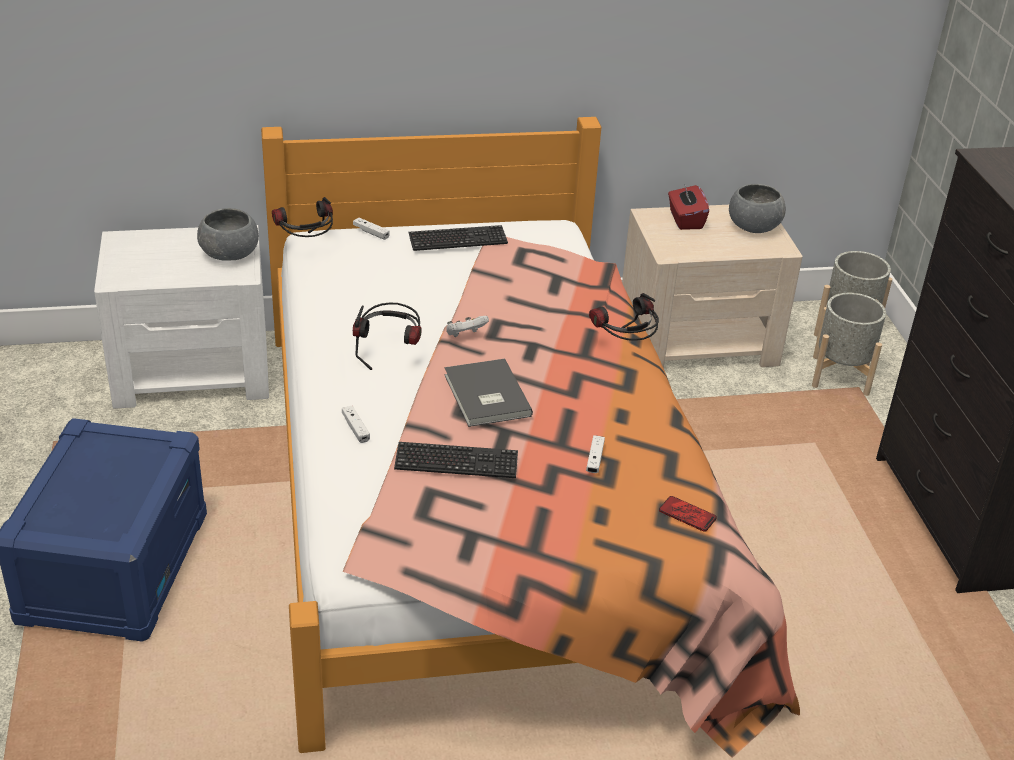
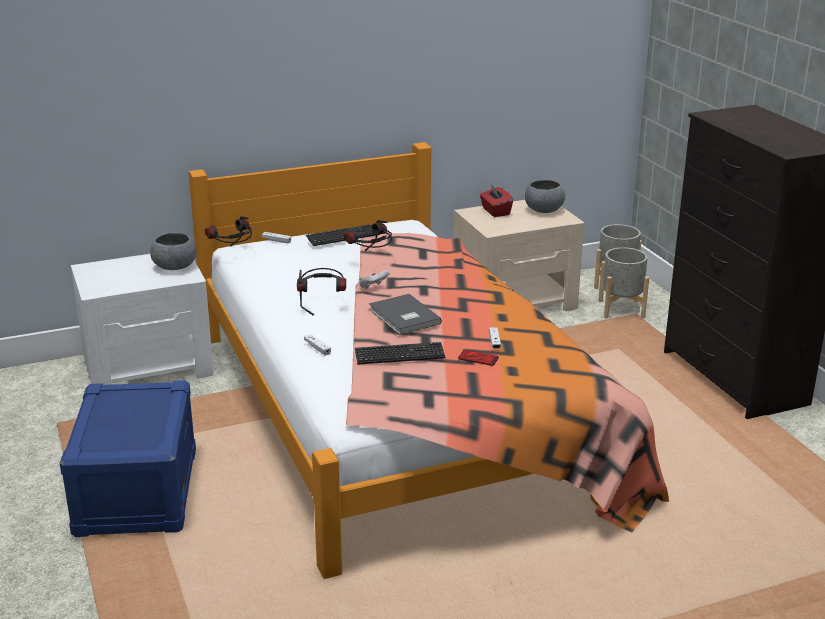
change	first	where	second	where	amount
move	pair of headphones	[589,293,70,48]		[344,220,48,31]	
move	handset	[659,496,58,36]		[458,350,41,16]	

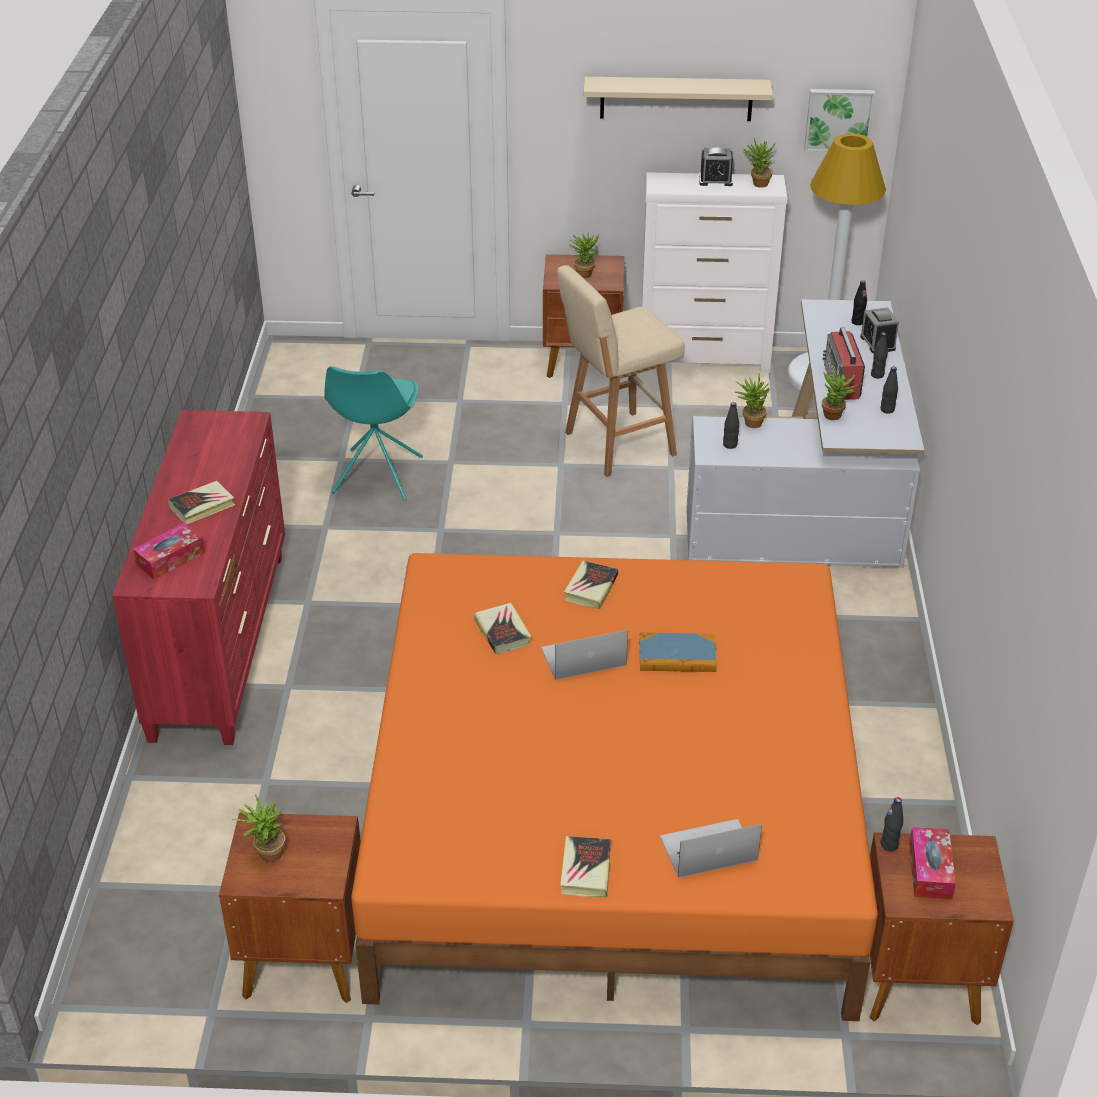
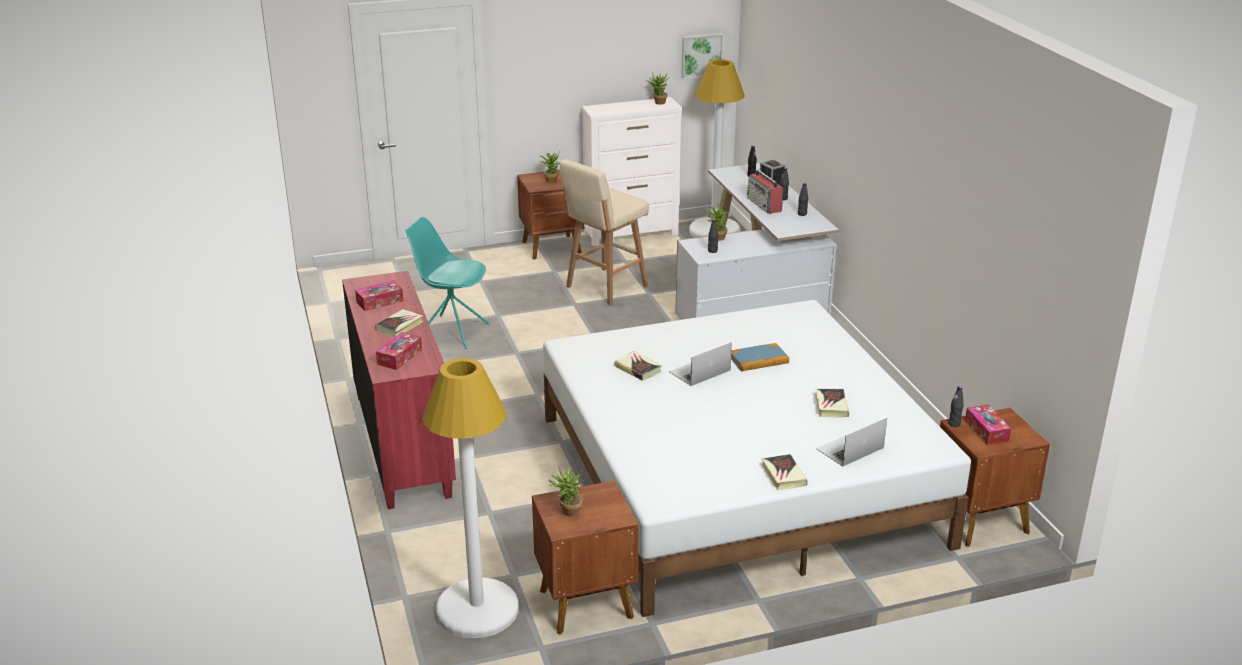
change	first	where	second	where	amount
delete	sand-coloured shelf	[584,77,189,44]			
delete	alarm clock	[699,148,34,38]			
rotate	turquoise upright chair	[324,366,99,135]		[405,217,85,132]	120 degrees clockwise
delete	potted plant	[822,366,38,54]			
recolor	orange sleeping bed	[351,553,527,468]	whitish sleeping bed	[543,300,428,317]	
move	bound book	[564,561,54,48]		[815,389,34,28]	
insert			tissue box	[355,280,48,31]	
insert			whitish standard lamp	[422,358,97,280]	

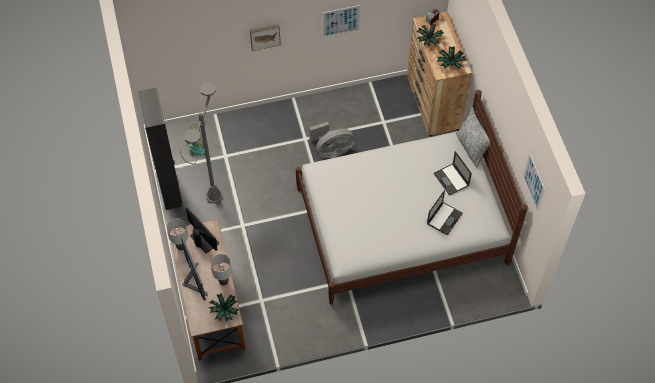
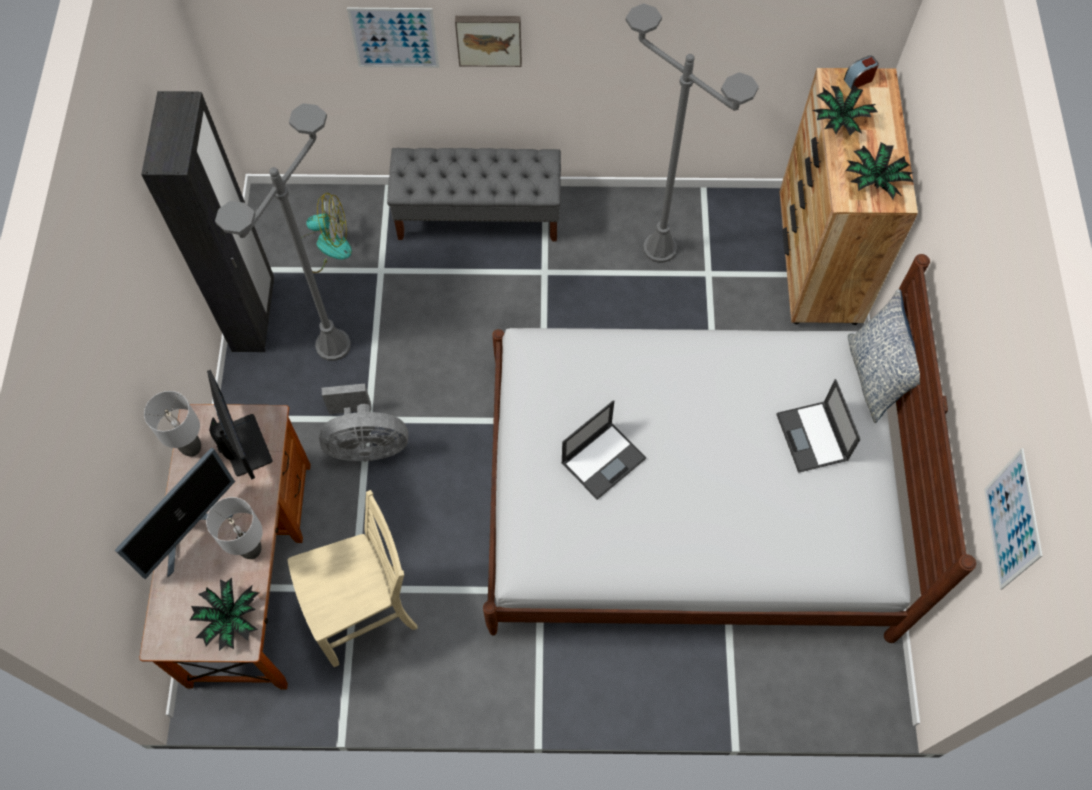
change	first	where	second	where	amount
move	wall art	[323,5,37,32]		[347,8,92,60]	
move	greyish electric fan	[309,122,46,36]		[319,383,89,79]	
move	notebook computer	[427,190,36,46]		[561,400,85,100]	
rotate	monitor	[181,235,27,66]		[115,447,120,132]	45 degrees clockwise
insert			greyish standard lamp	[626,3,133,260]	
insert			greyish long seat	[387,148,174,93]	
insert			sand-coloured upright chair	[288,490,130,177]	

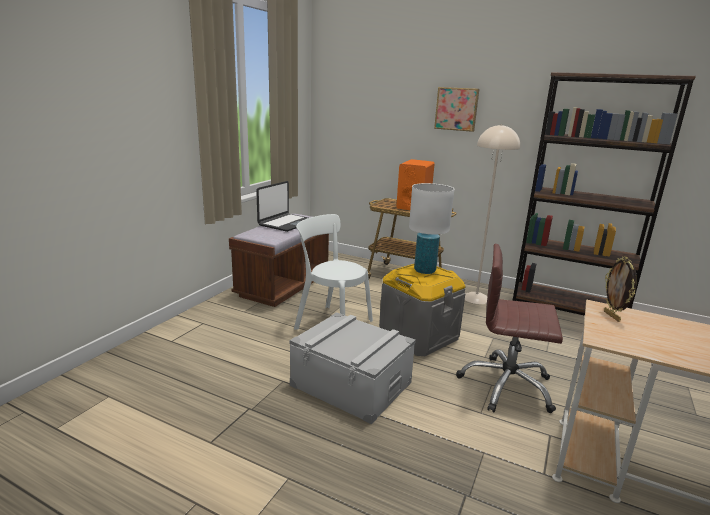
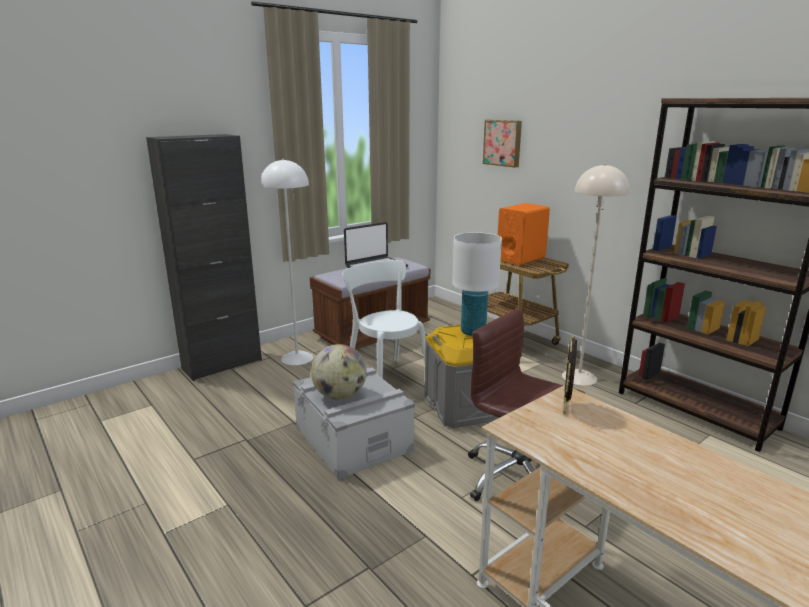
change	first	where	second	where	amount
move	wall art	[434,87,45,45]		[483,120,39,47]	
insert			black cupboard	[146,134,116,247]	
insert			whitish standard lamp	[260,159,53,206]	
insert			world globe	[311,344,56,56]	

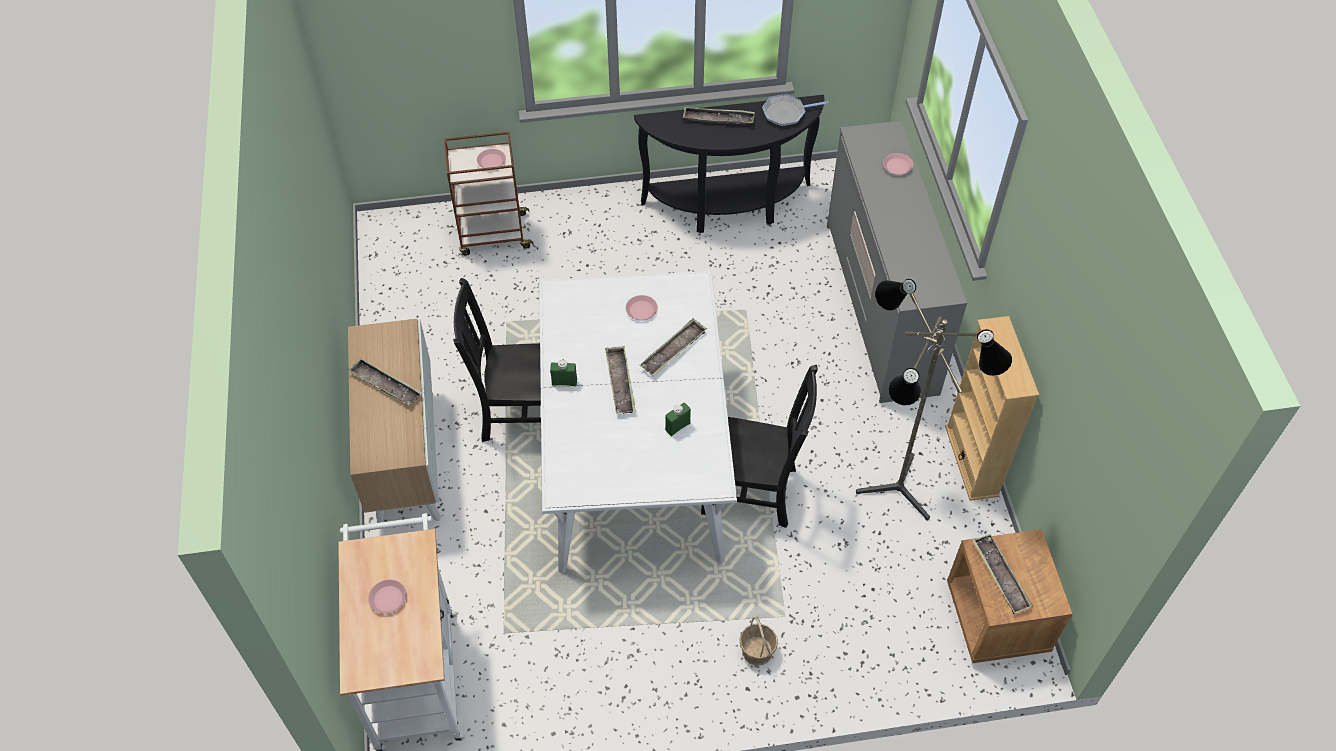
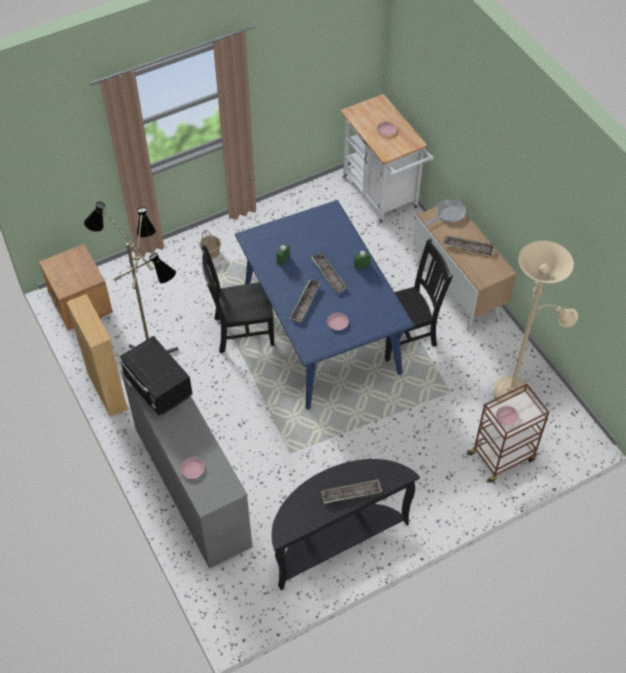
change	first	where	second	where	amount
move	frying pan	[762,94,66,32]		[425,199,41,26]	
recolor	whitish kitchen table	[539,271,198,303]	blue kitchen table	[235,200,180,210]	
delete	serving tray	[972,534,61,80]			
insert			sand-coloured standard lamp	[493,241,85,162]	
insert			black kitchen microwave	[118,336,74,79]	

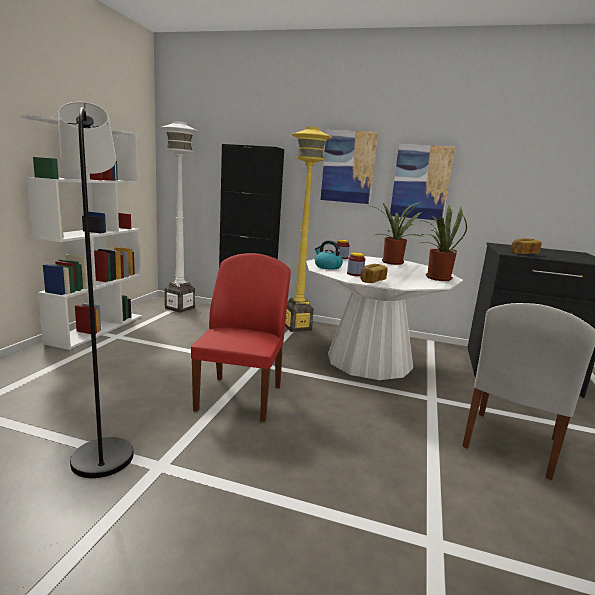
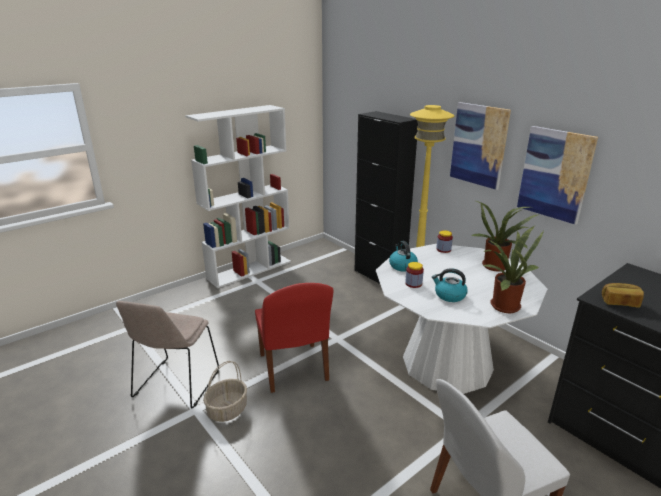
change	first	where	second	where	amount
replace	black standard lamp	[58,102,76,376]	sand-coloured upright chair	[116,301,103,108]	
delete	whitish standard lamp	[160,121,39,192]			
rotate	red upright chair	[191,253,100,169]		[255,283,79,110]	120 degrees clockwise
delete	baked bread	[360,264,28,19]			
insert			water kettle	[432,268,36,34]	
insert			household basket	[203,361,44,61]	

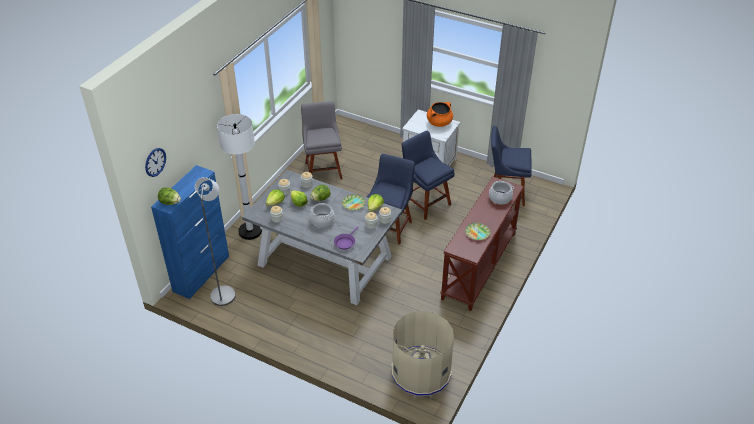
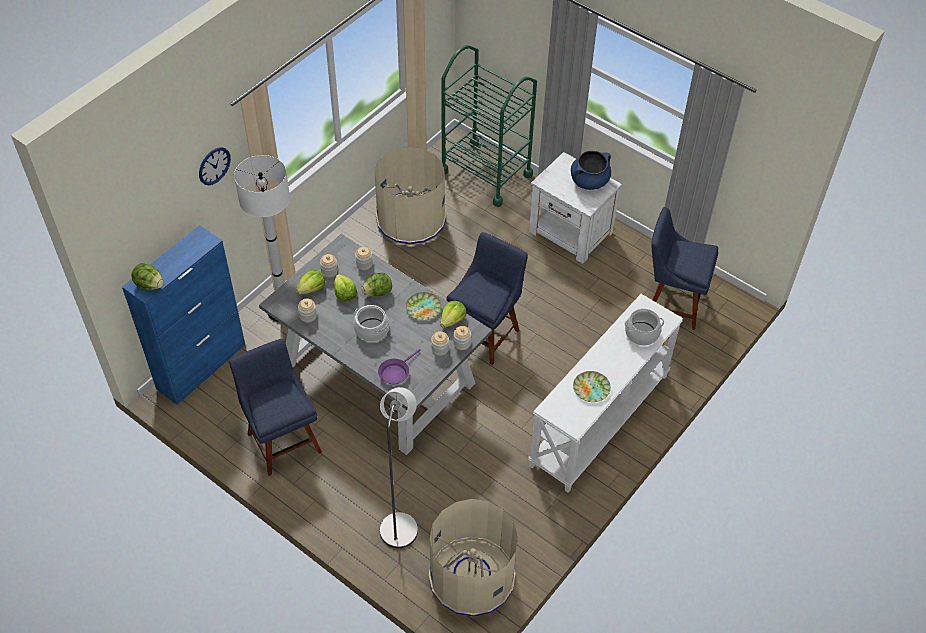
change	first	where	second	where	amount
replace	greyish upright chair	[301,101,41,78]	sand-coloured rubbish bin	[374,147,72,98]	
recolor	orange cooking pot	[427,102,26,25]	blue cooking pot	[571,151,40,39]	
move	blue upright chair	[402,131,53,89]		[229,339,93,137]	
move	wall clock	[145,148,21,29]		[199,147,32,38]	
recolor	brown-coloured hall table	[440,176,84,135]	whitish hall table	[528,294,155,199]	
move	greyish standard lamp	[195,177,41,129]		[380,387,38,161]	
insert			greenish cart	[441,45,96,162]	

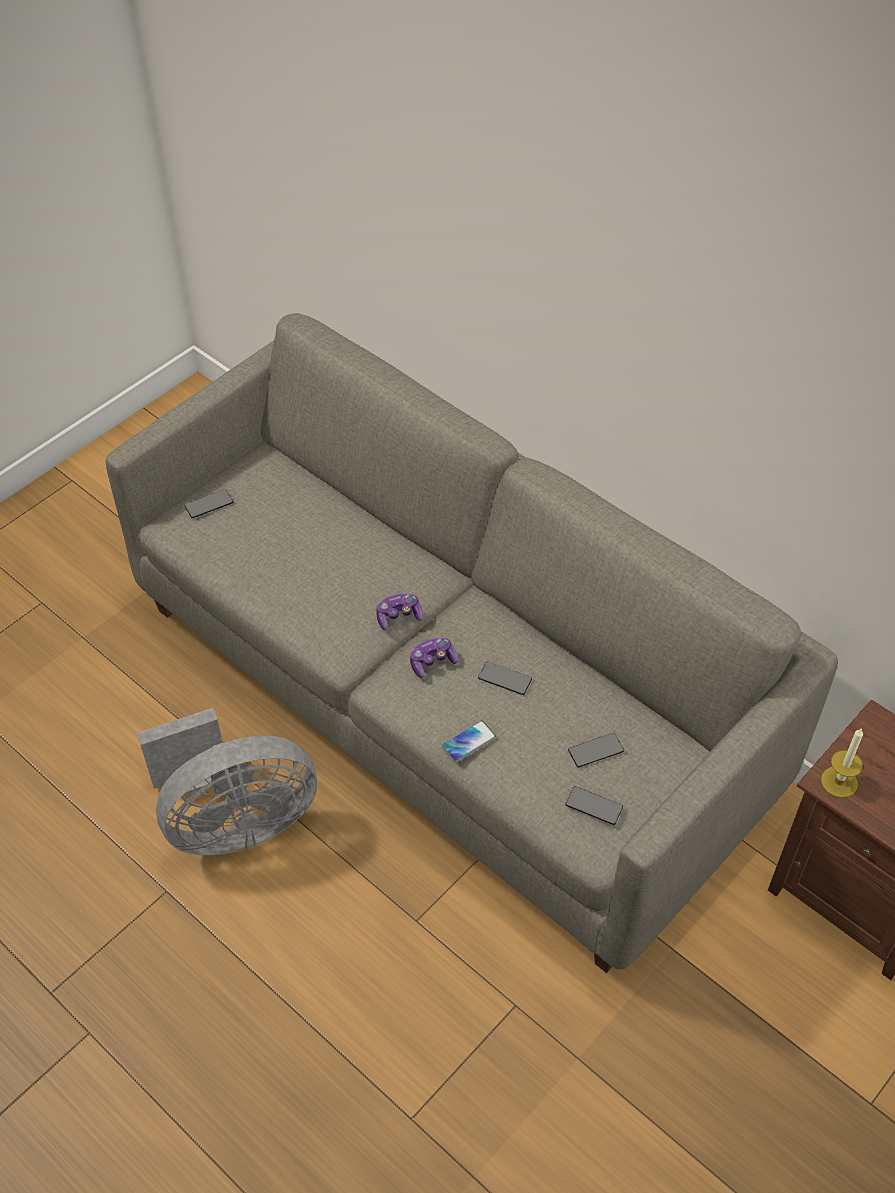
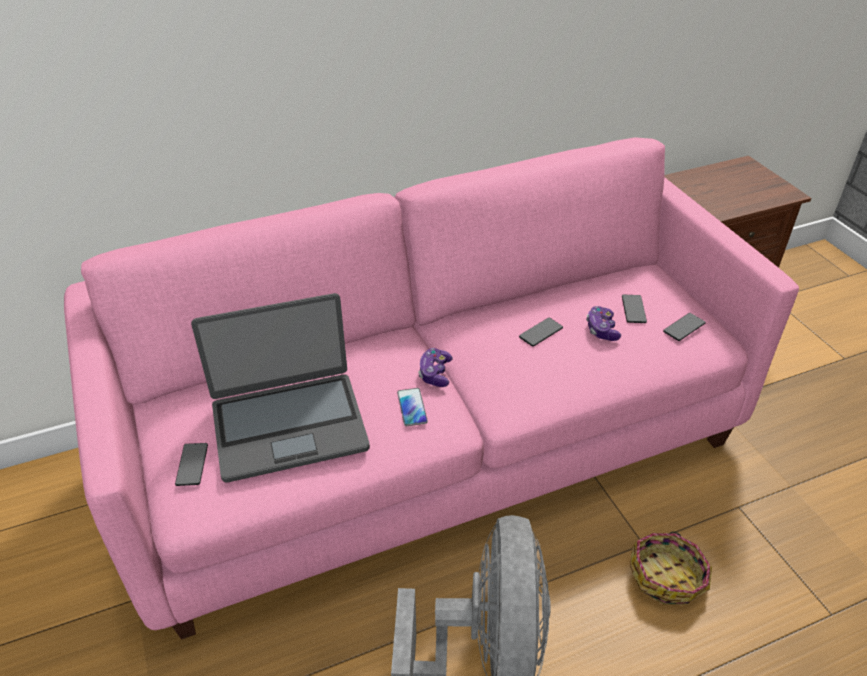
change	first	where	second	where	amount
recolor	greyish sofa	[105,313,733,660]	pinkish sofa	[64,137,735,503]	
move	game controller	[410,638,48,40]		[586,306,35,35]	
move	handset	[442,721,54,41]		[397,388,31,38]	
delete	wax light	[821,729,42,69]			
insert			notebook computer	[191,293,179,190]	
insert			household basket	[630,531,82,74]	

